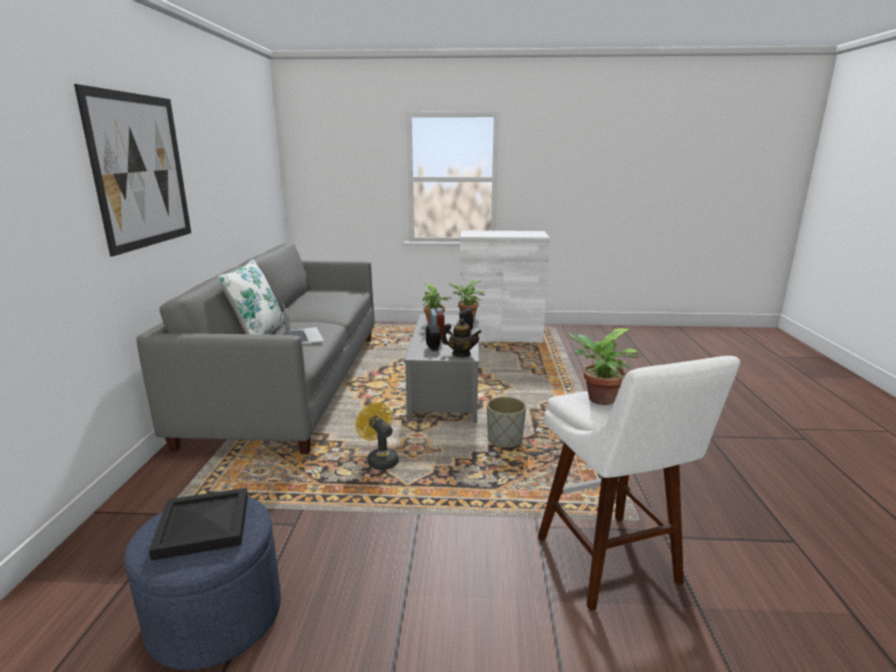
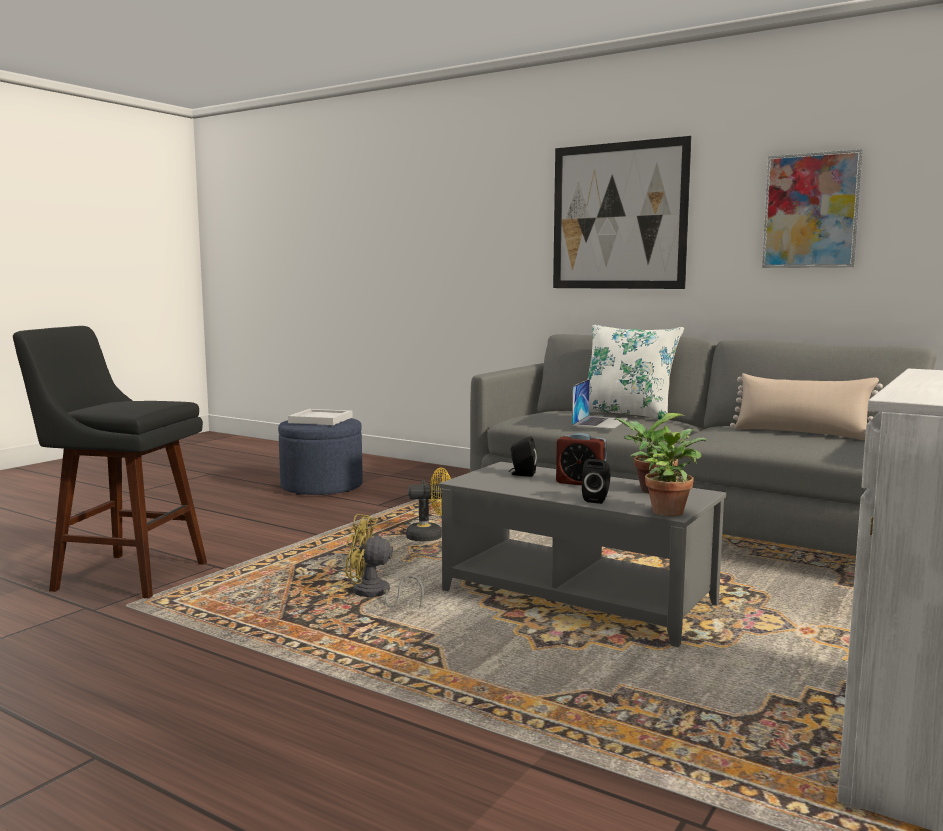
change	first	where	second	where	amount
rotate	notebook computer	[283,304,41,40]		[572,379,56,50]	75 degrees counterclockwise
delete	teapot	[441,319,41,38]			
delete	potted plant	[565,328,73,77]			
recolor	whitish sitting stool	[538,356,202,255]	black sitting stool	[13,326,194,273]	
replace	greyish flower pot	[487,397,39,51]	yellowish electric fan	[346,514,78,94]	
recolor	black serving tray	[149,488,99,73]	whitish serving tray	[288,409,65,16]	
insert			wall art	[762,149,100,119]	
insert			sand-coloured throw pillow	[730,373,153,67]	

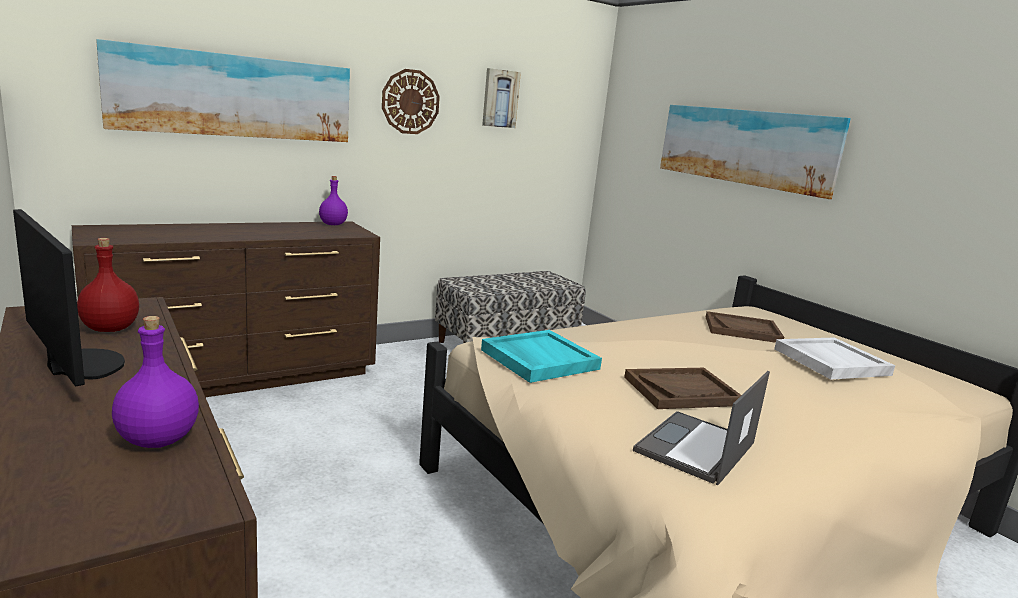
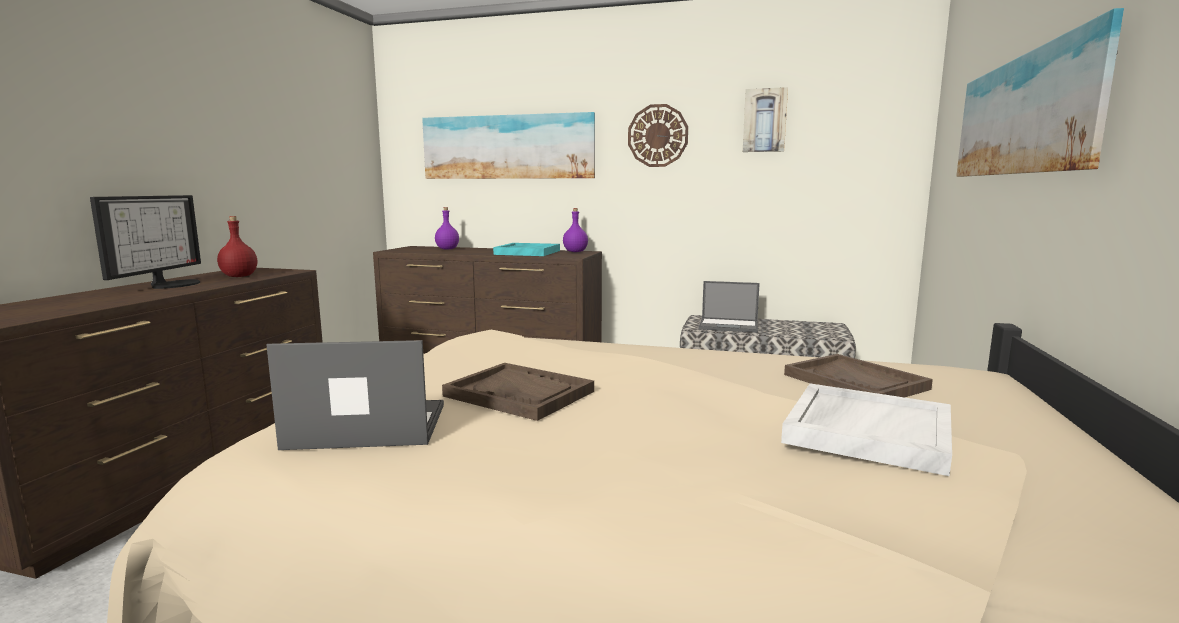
change	first	where	second	where	amount
move	purple-coloured drink bottle	[112,316,87,132]		[435,207,24,42]	
move	turquoise serving tray	[481,330,121,53]		[493,243,67,13]	
insert			notebook computer	[699,281,61,52]	

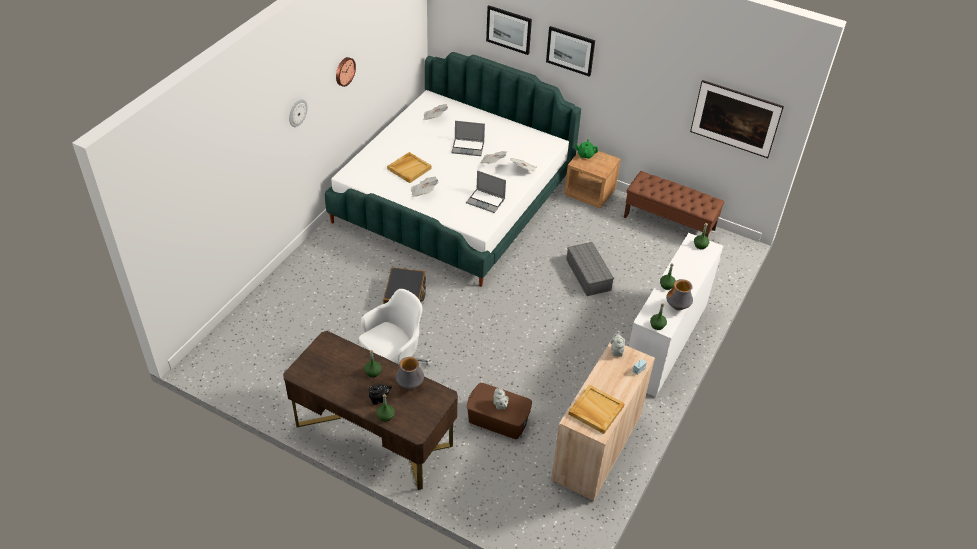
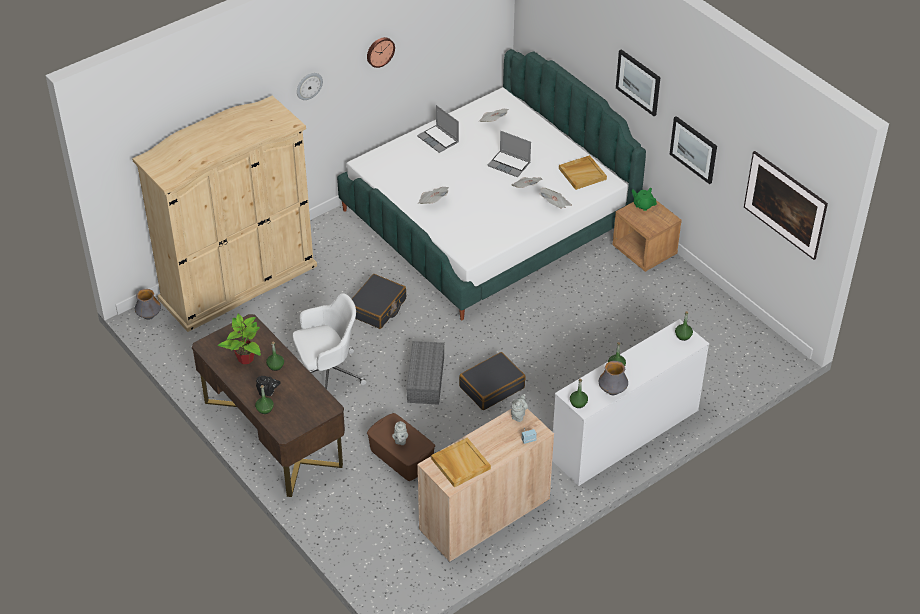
change	first	where	second	where	amount
move	wall art	[486,6,46,49]		[670,116,47,68]	
move	sand-coloured serving tray	[387,152,45,31]		[559,155,48,35]	
move	notebook computer	[466,170,40,43]		[417,105,42,48]	
delete	brown-coloured long seat	[624,171,101,67]			
move	greyish storage box	[566,242,48,54]		[406,341,38,64]	
move	vase	[396,357,28,32]		[135,289,26,31]	
insert			sand-coloured clothes cupboard	[132,96,185,236]	
insert			potted plant	[218,314,43,50]	
insert			black travel case	[459,352,67,58]	

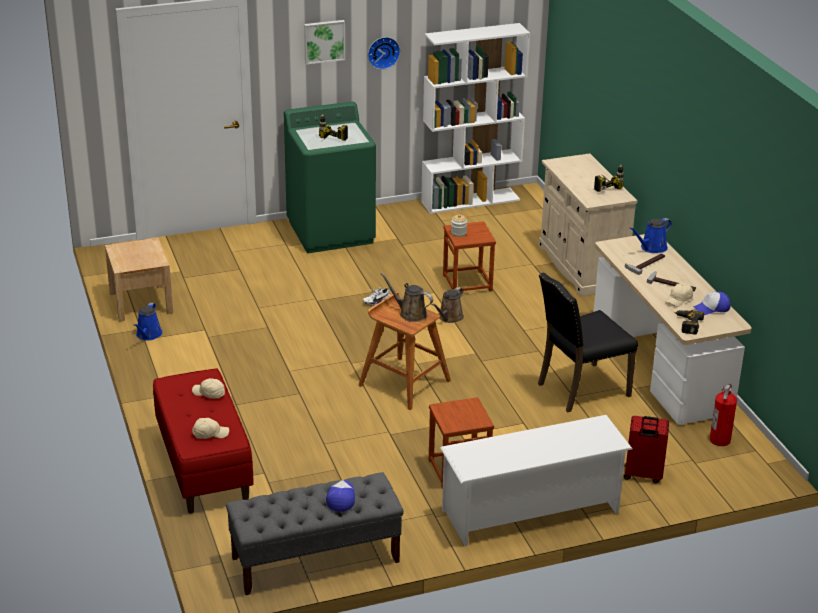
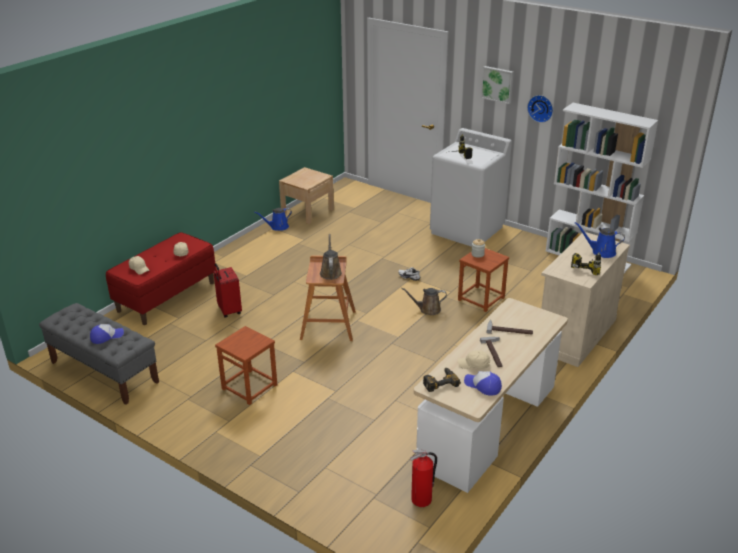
change	first	where	second	where	amount
recolor	greenish laundry machine	[284,102,92,151]	whitish laundry machine	[430,128,82,119]	
move	blue watering can	[629,218,43,35]		[575,222,50,36]	
delete	black upright chair	[538,272,100,141]			
delete	whitish shoe stand	[440,415,192,131]			
move	red travel case	[624,416,45,67]		[213,263,29,55]	

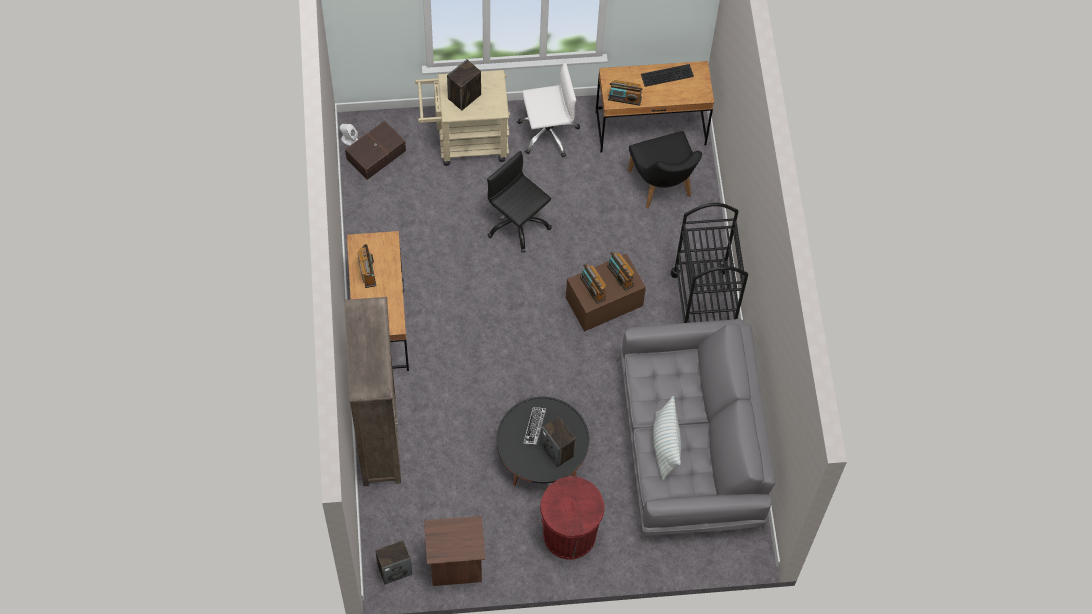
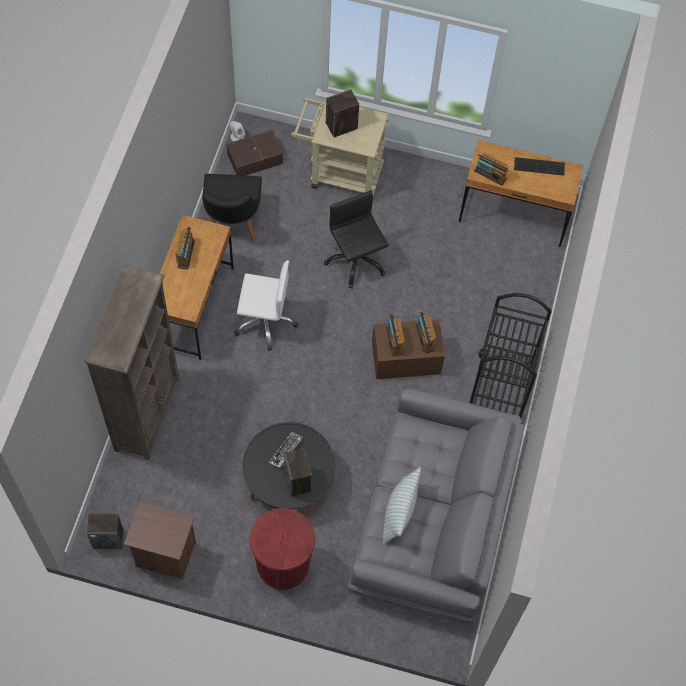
change	first	where	second	where	amount
move	whitish desk chair	[517,62,63,95]		[234,260,64,90]	
move	black upright chair	[628,131,74,78]		[202,174,60,68]	

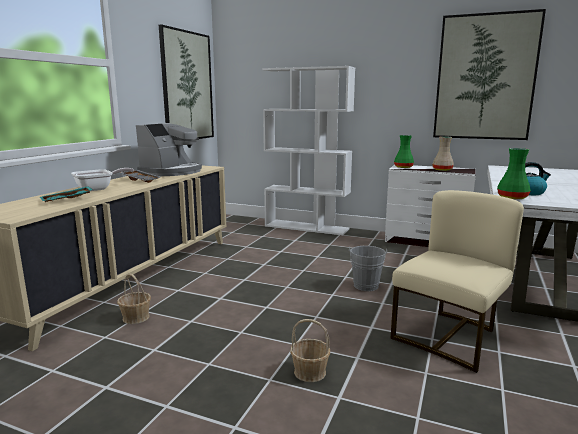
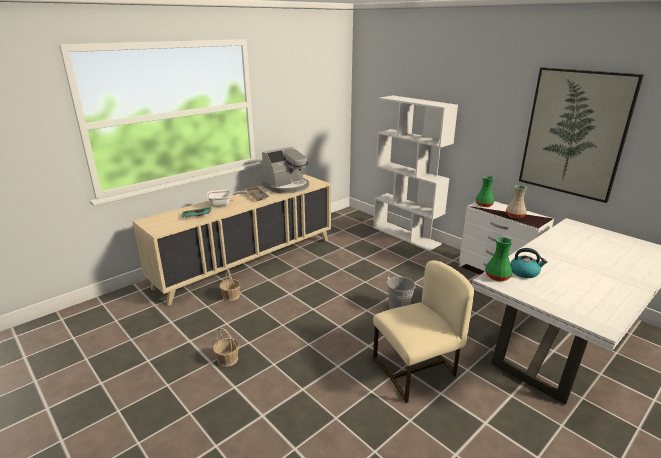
change	first	where	second	where	amount
delete	wall art	[159,24,55,115]			
move	household basket	[290,319,40,63]		[213,328,26,39]	

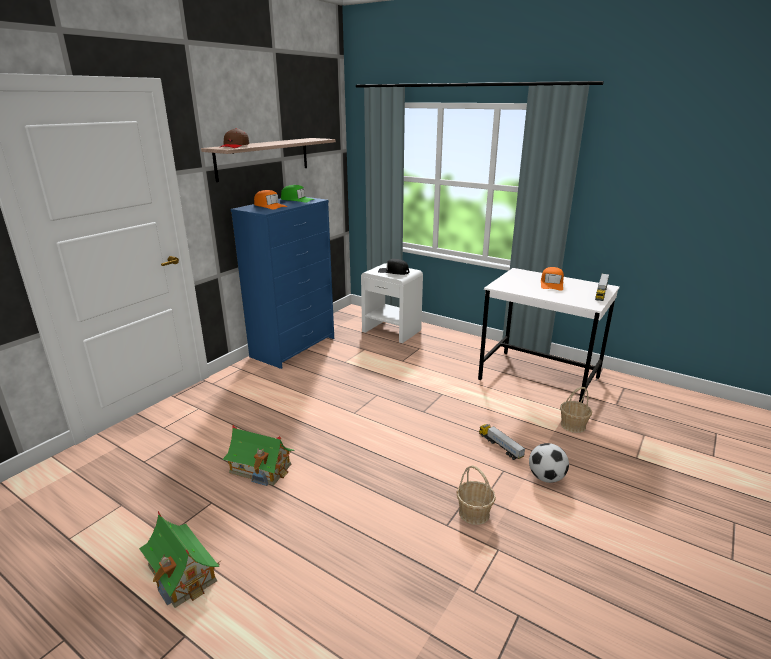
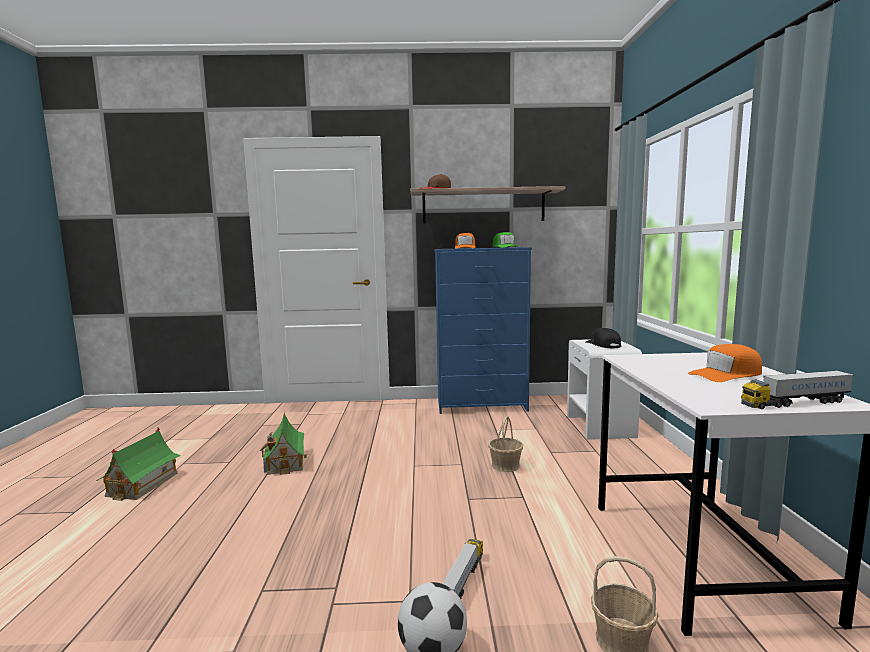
change	first	where	second	where	amount
move	household basket	[457,465,39,60]		[488,416,35,56]	

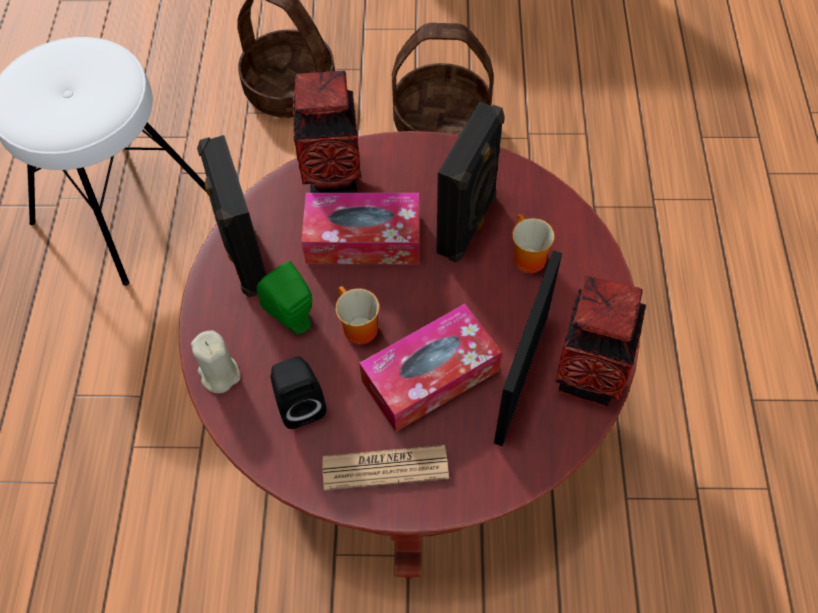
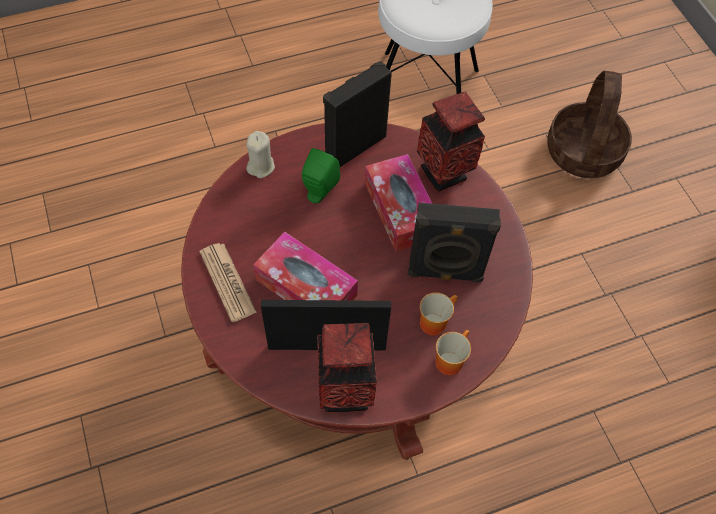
change	first	where	second	where	amount
delete	household basket	[392,23,102,113]			
move	mug	[335,286,44,58]		[435,330,36,45]	
delete	black audio speaker	[270,356,56,73]			

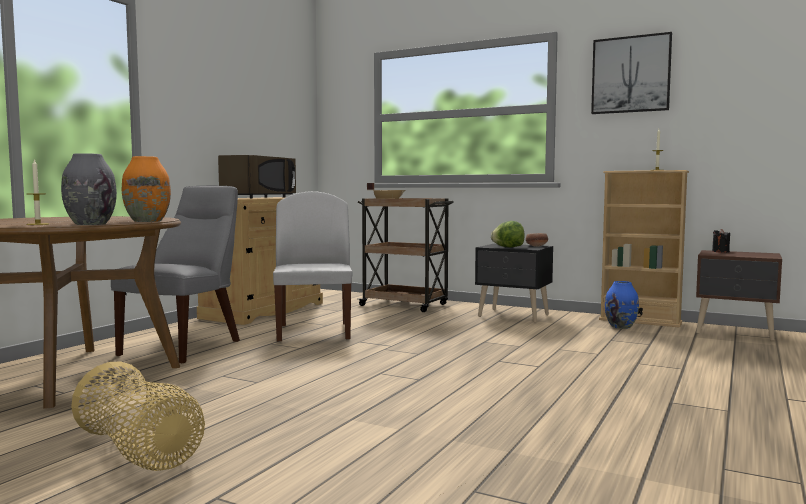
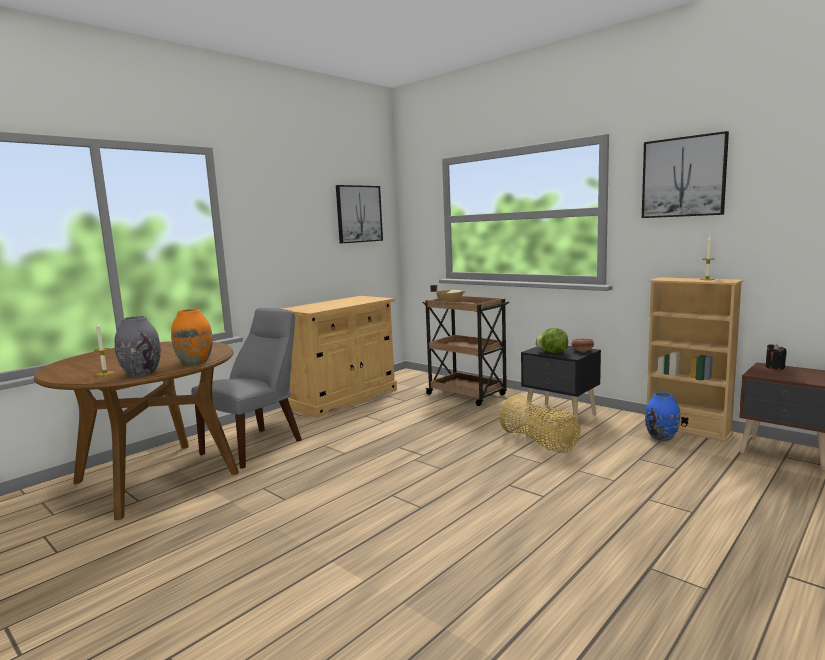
change	first	where	second	where	amount
delete	brown-coloured kitchen microwave	[218,155,78,43]			
delete	whitish upright chair	[273,191,79,151]			
move	household basket	[71,361,134,110]		[500,395,81,58]	
insert			wall art	[336,185,47,59]	

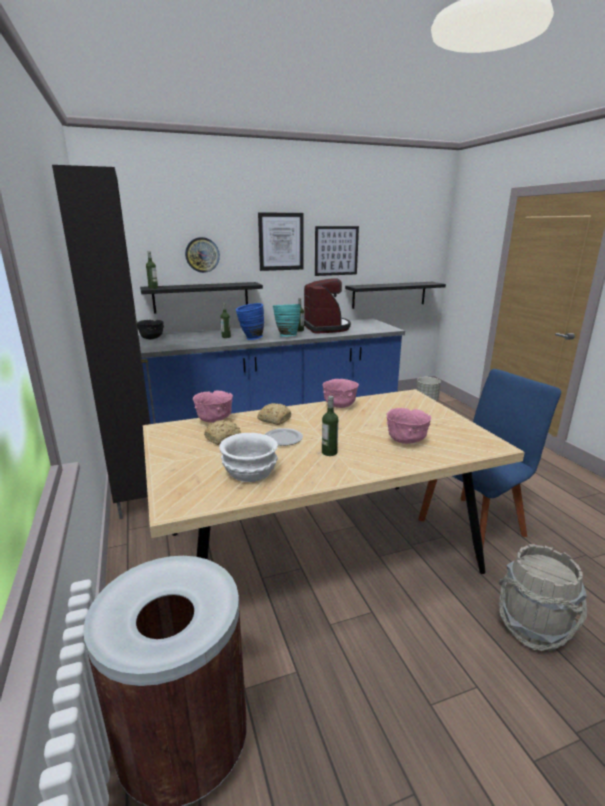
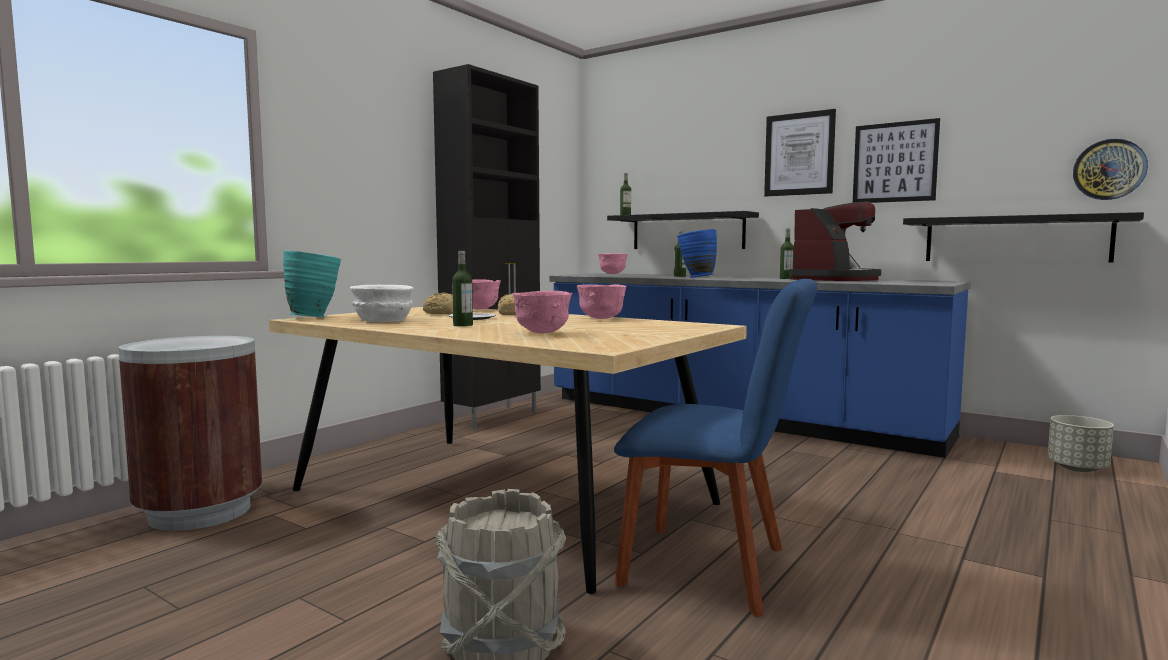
change	first	where	second	where	amount
move	wall clock	[185,237,35,36]		[1073,139,75,61]	
move	turquoise vase	[273,304,28,33]		[283,251,58,67]	
recolor	black serving bowl	[137,320,27,19]	pinkish serving bowl	[598,253,30,21]	

